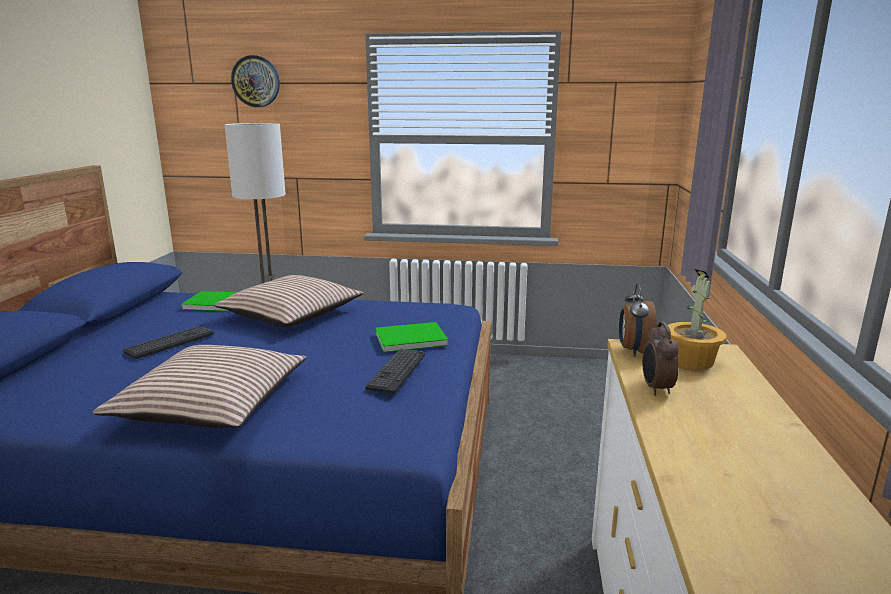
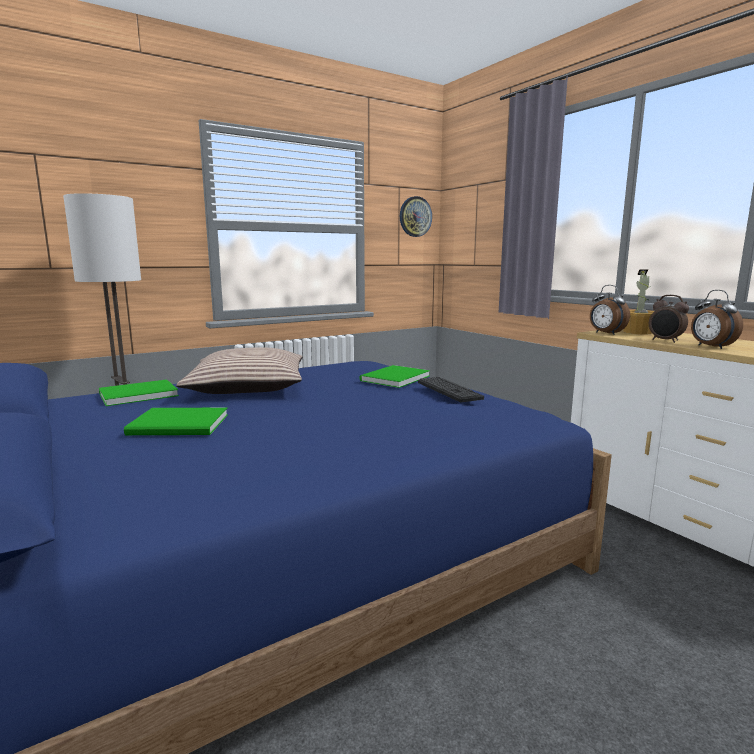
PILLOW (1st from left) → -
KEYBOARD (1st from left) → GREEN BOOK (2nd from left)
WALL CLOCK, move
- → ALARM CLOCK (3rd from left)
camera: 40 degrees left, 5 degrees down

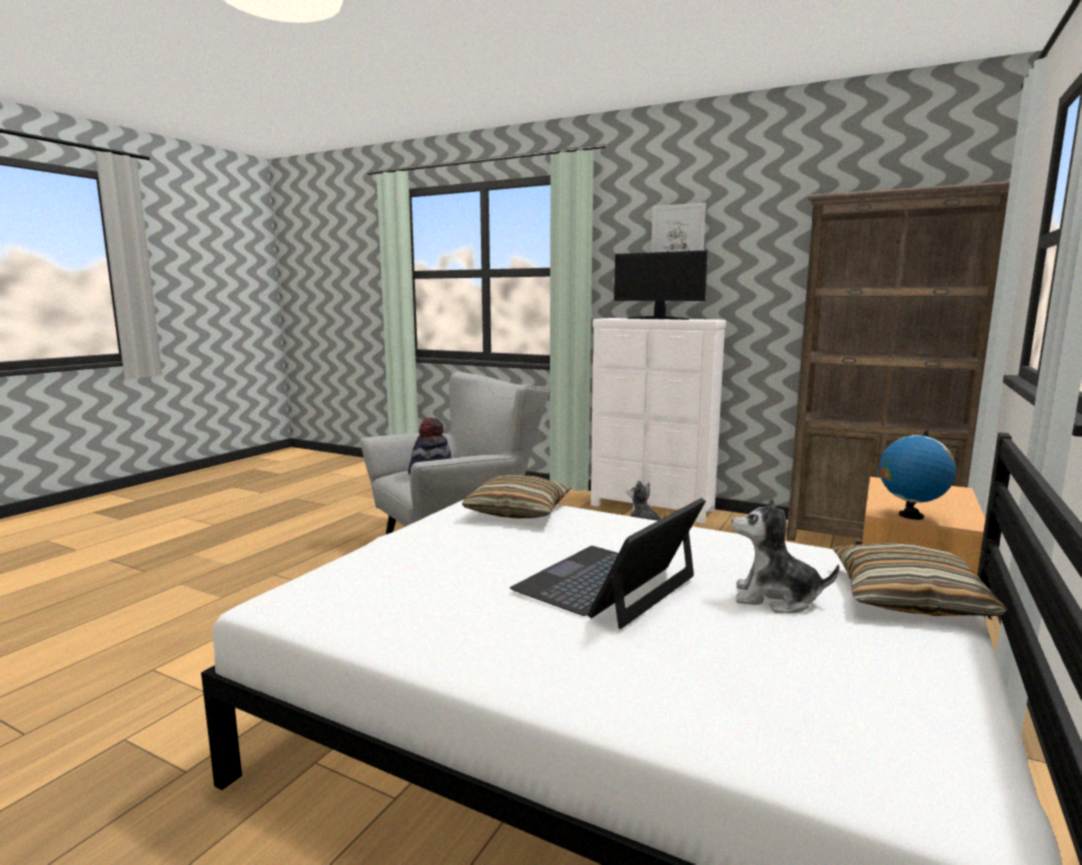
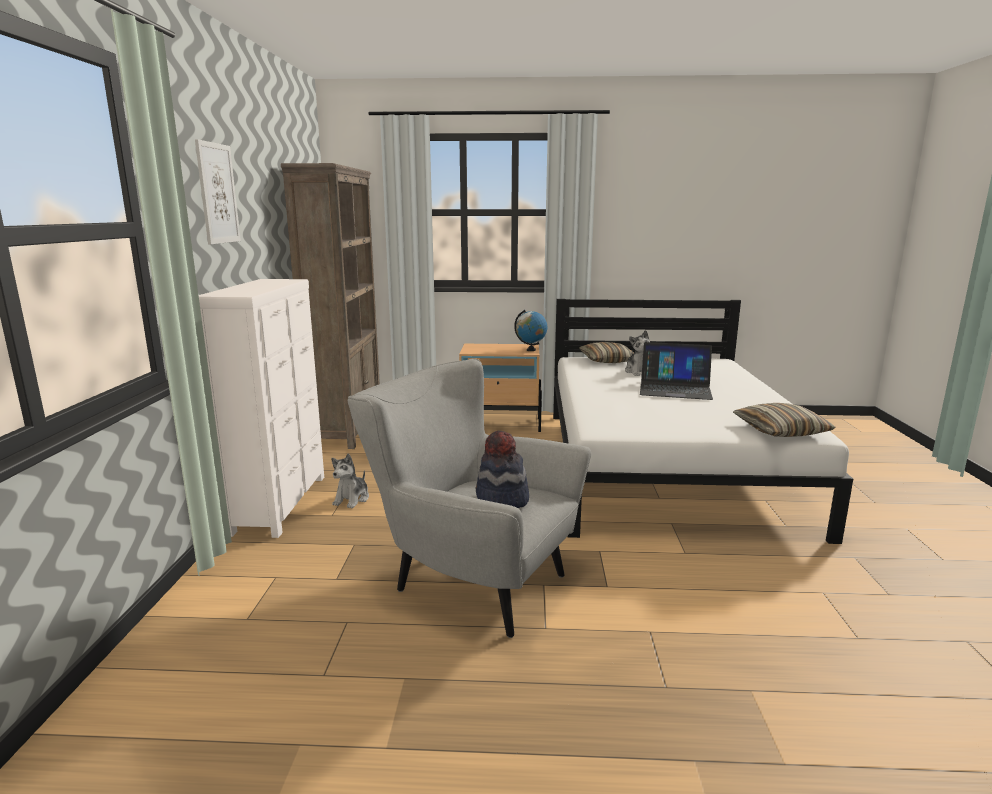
PILLOW (1st from left in the first image) → PILLOW (2nd from left), move
MONITOR → -
camera: 115 degrees left, 5 degrees up

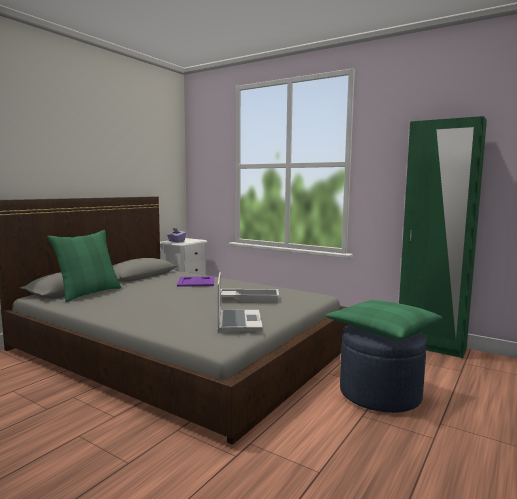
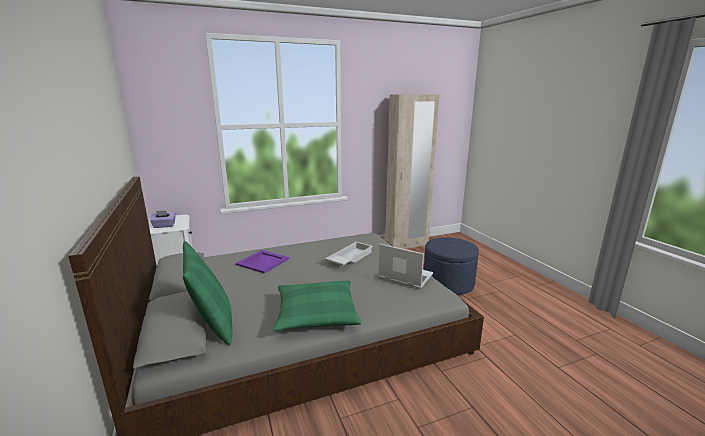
GREEN PILLOW (2nd from left), move
GREEN WARDROBE → BEIGE WARDROBE
camera: 55 degrees left, 10 degrees up

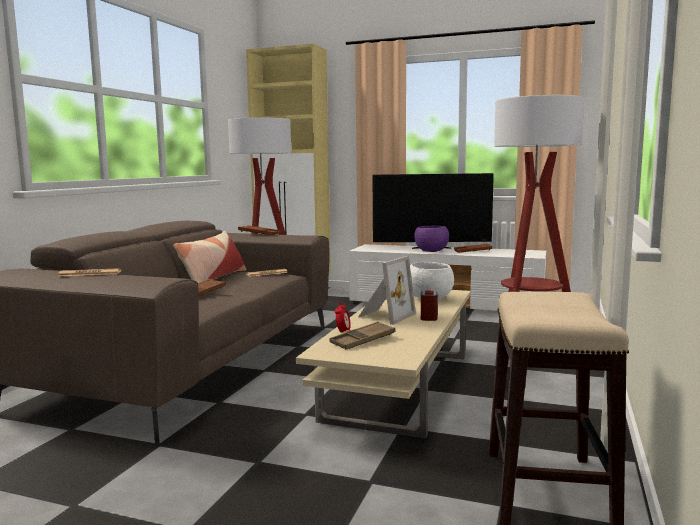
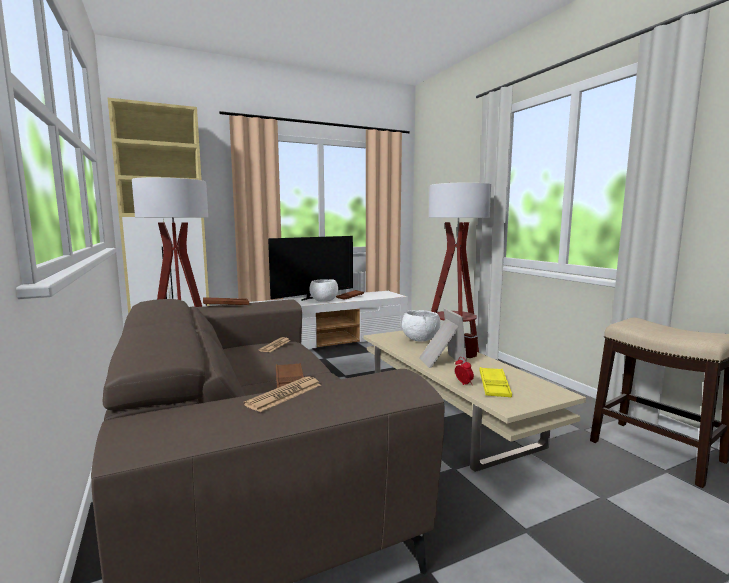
PILLOW → -
BROWN TRAY (3rd from left) → YELLOW TRAY
PURPLE BOWL → WHITE BOWL (1st from left)
camera: 45 degrees left, 0 degrees up

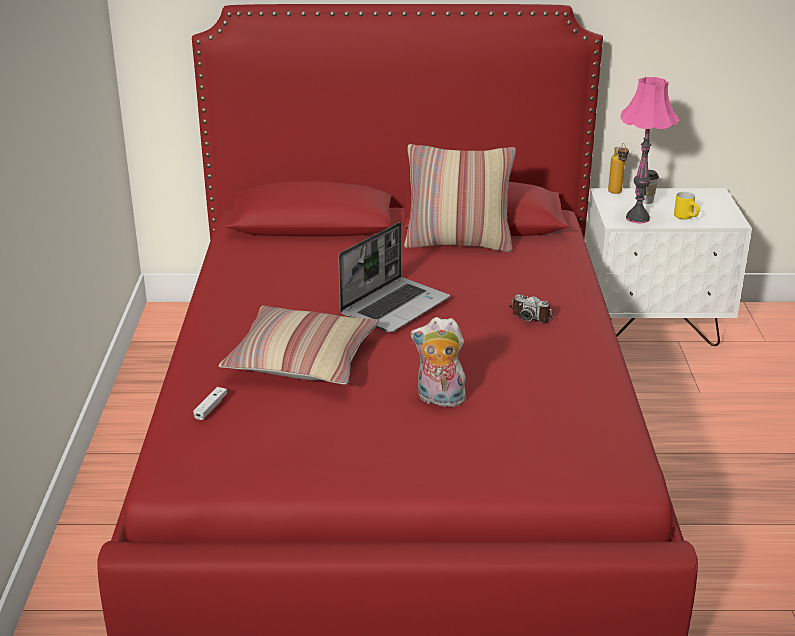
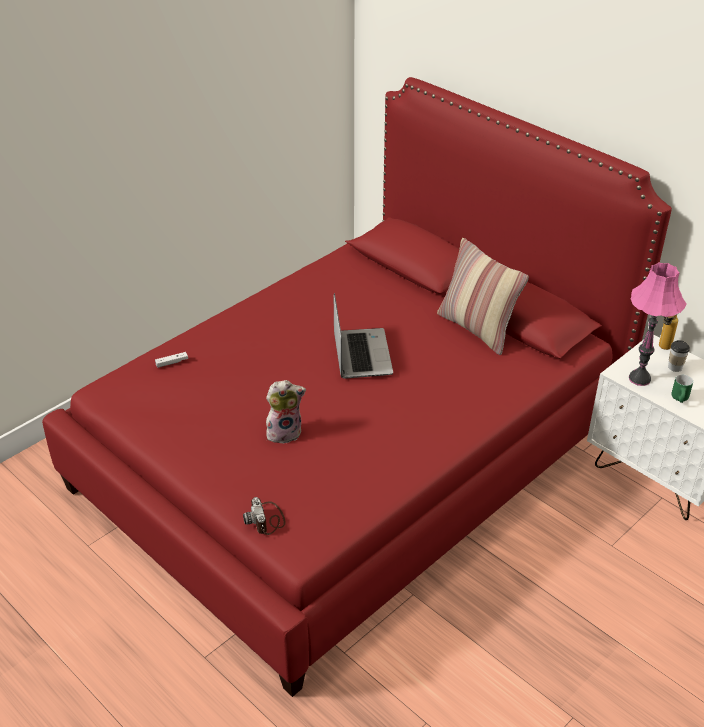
PILLOW (1st from left) → -
LAPTOP, 90 degrees counterclockwise
PLUSH TOY, 105 degrees clockwise
PHOTO CAMERA, move
YELLOW MUG → GREEN MUG
camera: 45 degrees right, 10 degrees up

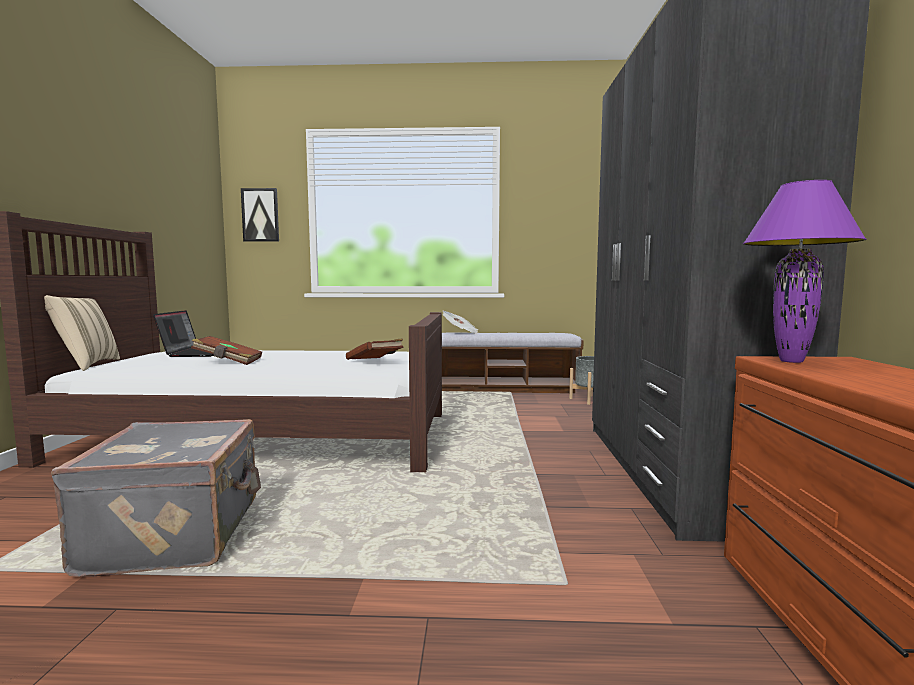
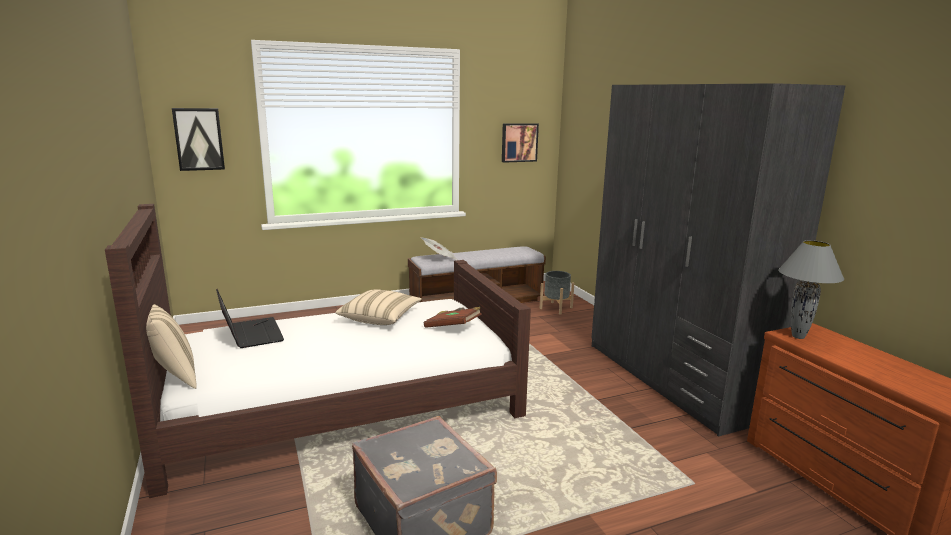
BROWN BOOK (1st from left) → -
PURPLE TABLE LAMP → GREY TABLE LAMP
- → BEIGE PILLOW (2nd from left)
- → PICTURE (2nd from left)
camera: 25 degrees left, 10 degrees up

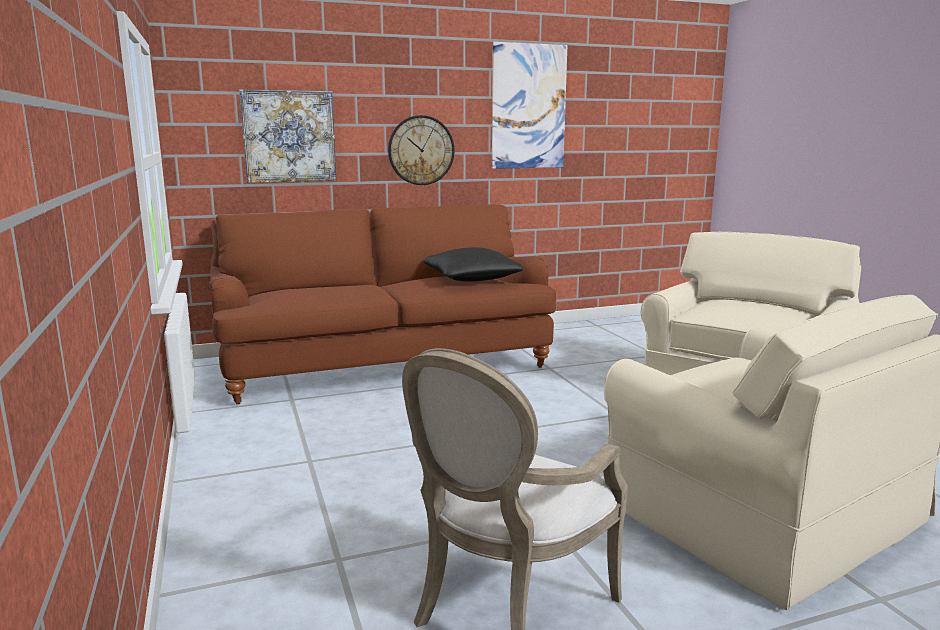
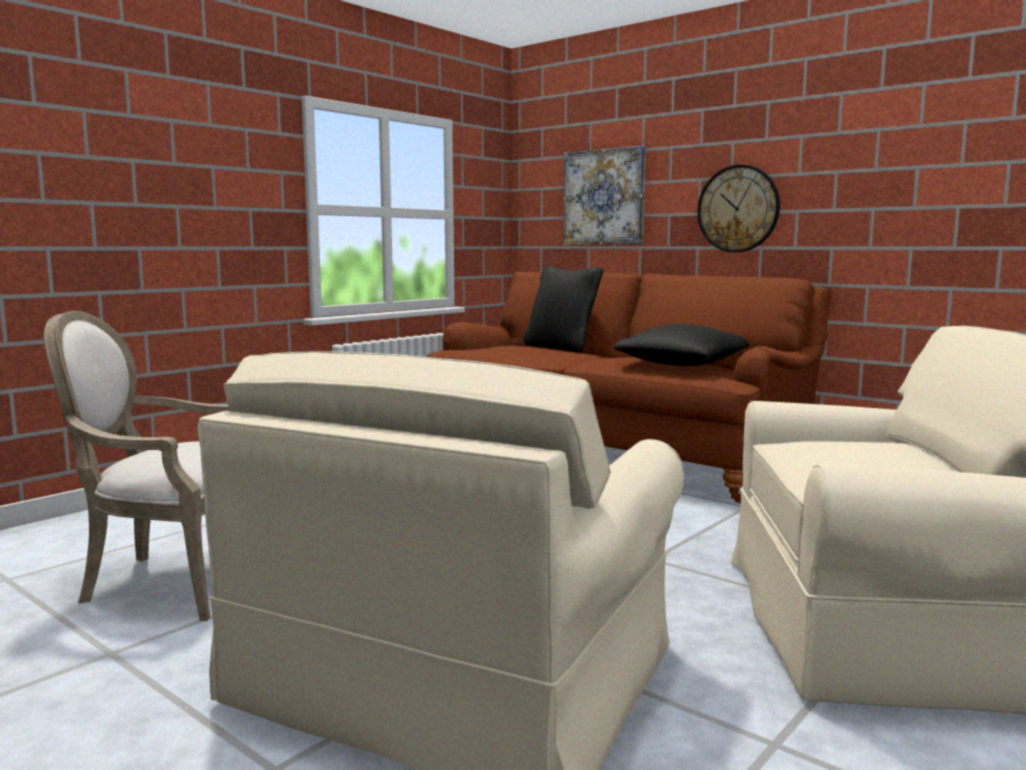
PICTURE (2nd from left) → -
- → BLACK PILLOW (1st from left)
camera: 60 degrees right, 5 degrees down

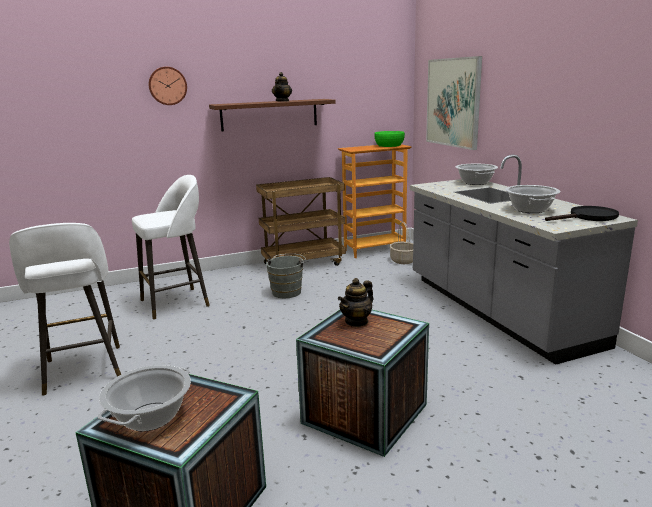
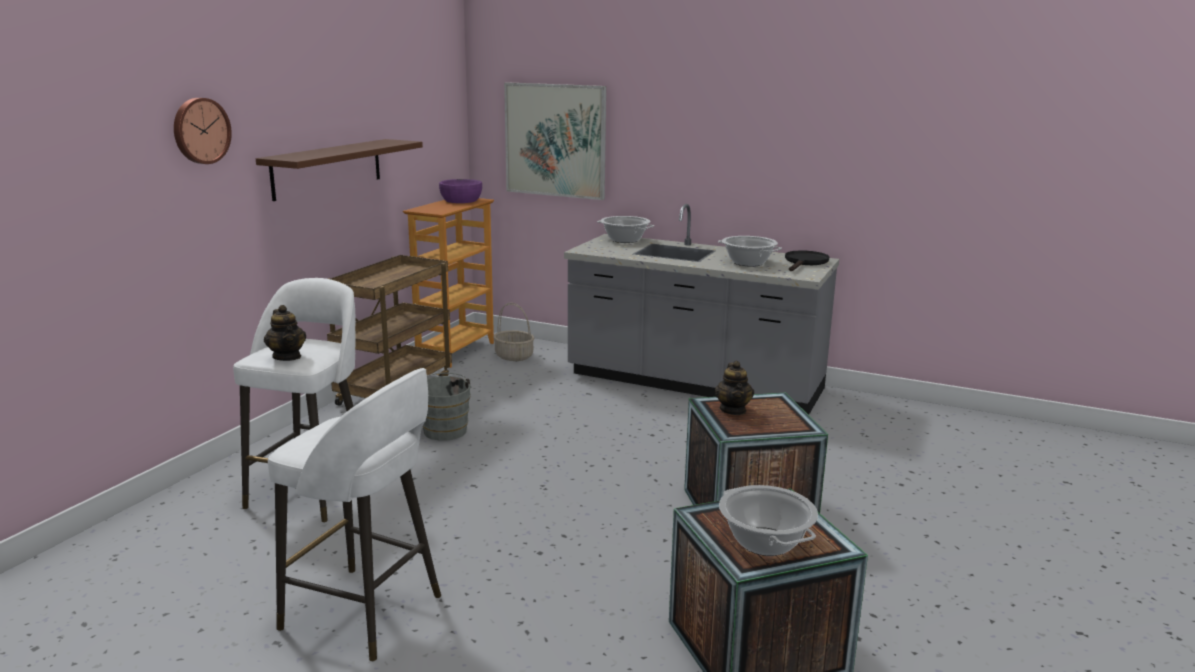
TEAPOT (1st from left), move
GREEN BOWL → PURPLE BOWL
camera: 45 degrees left, 0 degrees up

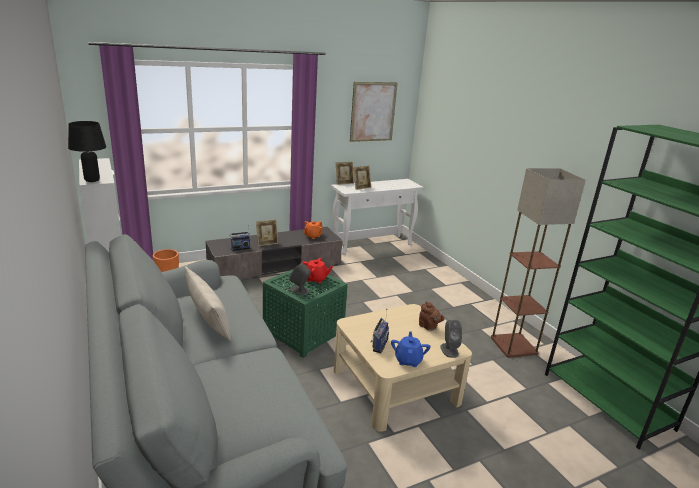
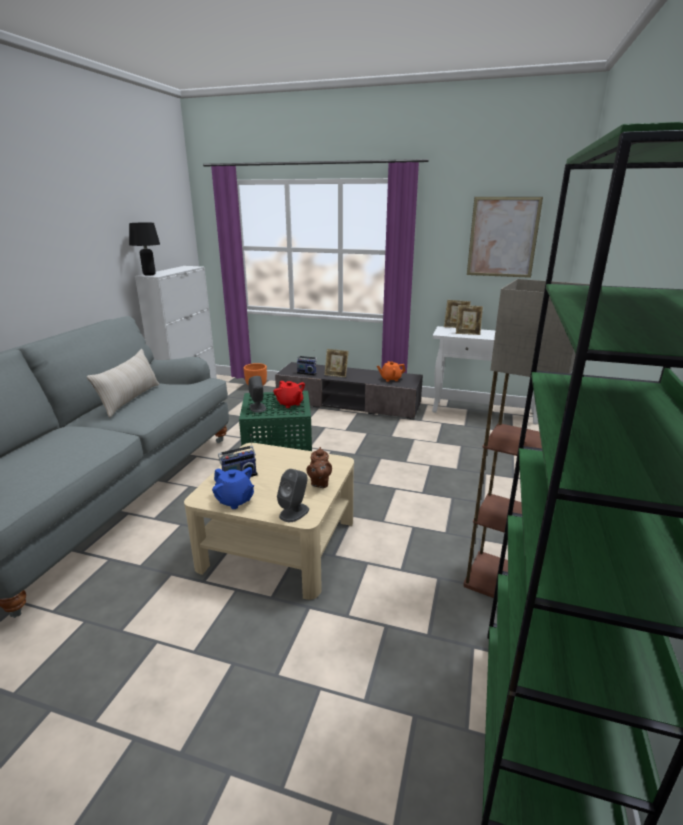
BLUE TEAPOT, 75 degrees clockwise
camera: 45 degrees right, 0 degrees up

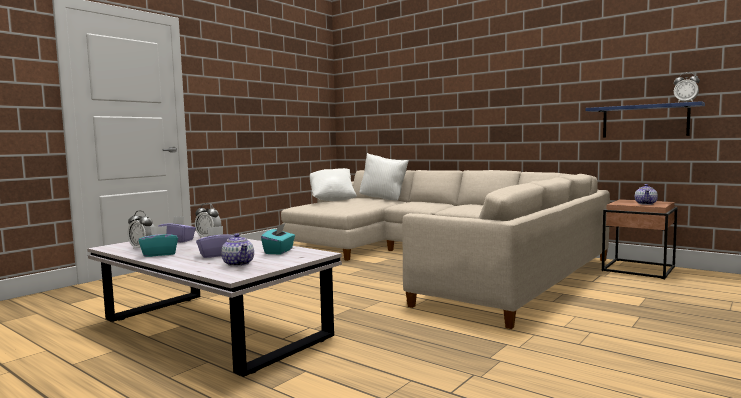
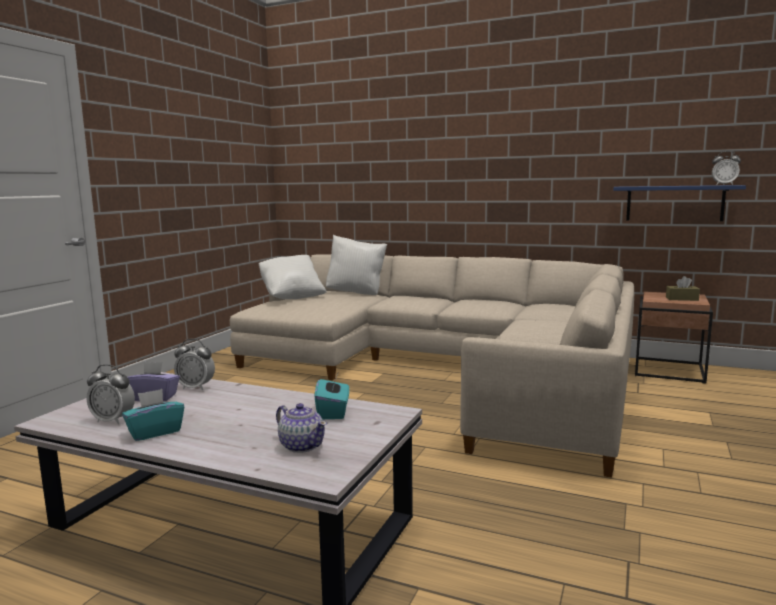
PURPLE TISSUE BOX (2nd from left) → -
TEAPOT (2nd from left) → BROWN TISSUE BOX
camera: 15 degrees left, 5 degrees up

